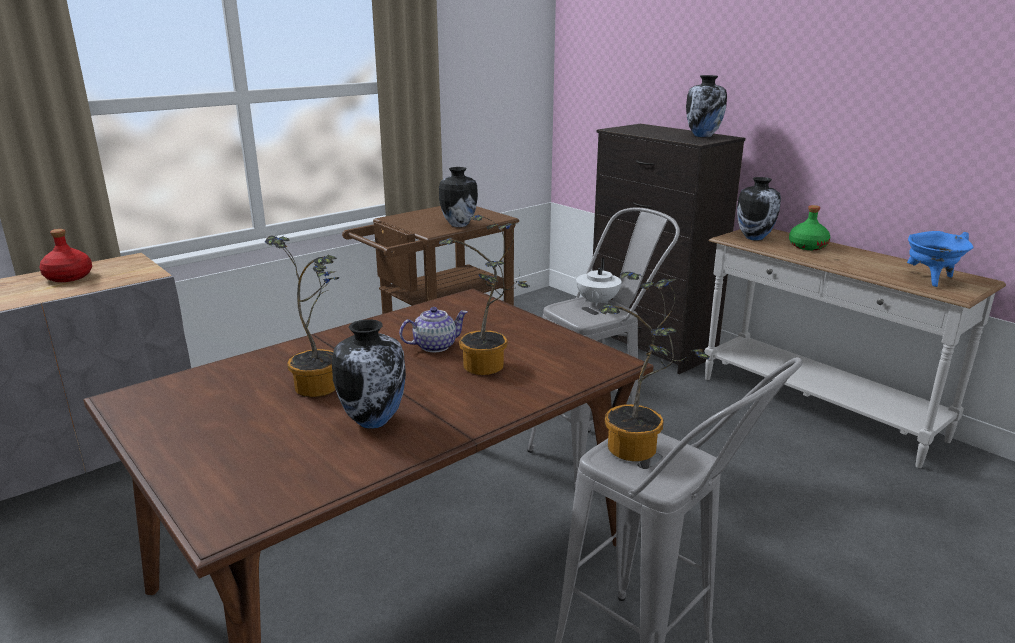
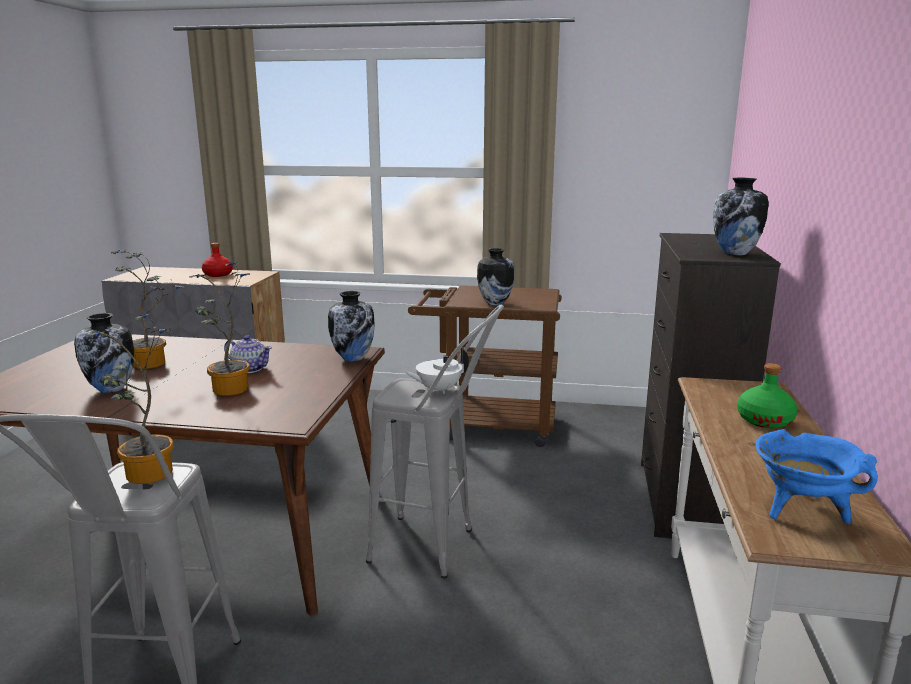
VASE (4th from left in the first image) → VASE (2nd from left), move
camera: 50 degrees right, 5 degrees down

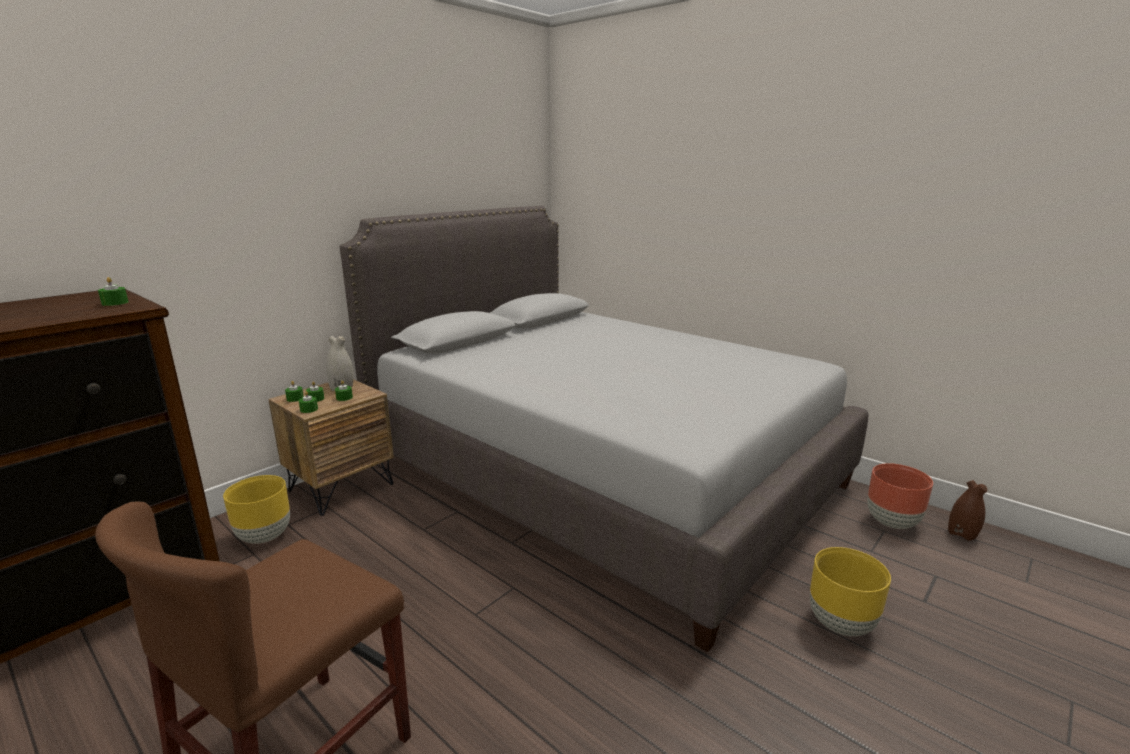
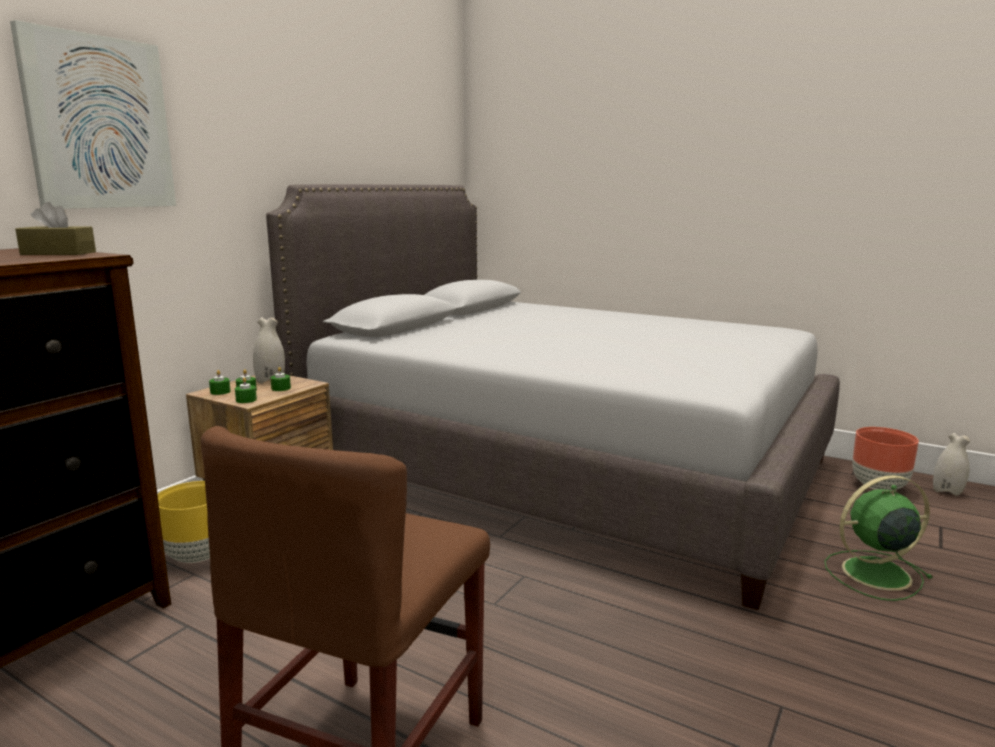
GREEN CANDLE (1st from left) → BROWN TISSUE BOX
YELLOW PLANTER (2nd from left) → GREEN FAN
BROWN VASE → WHITE VASE (2nd from left)
- → PICTURE
camera: 10 degrees left, 5 degrees down

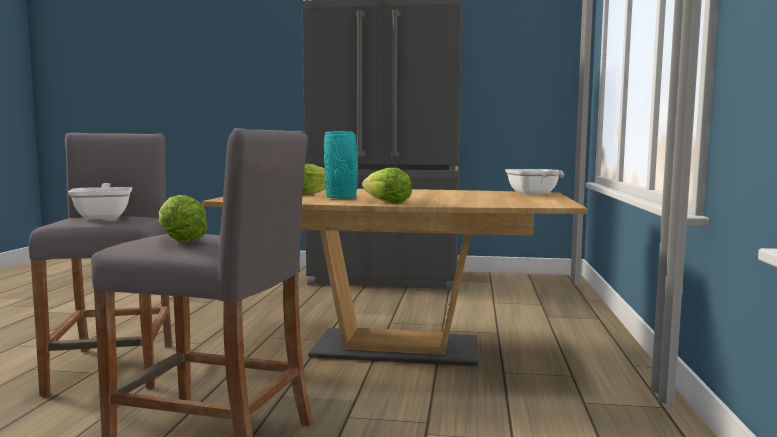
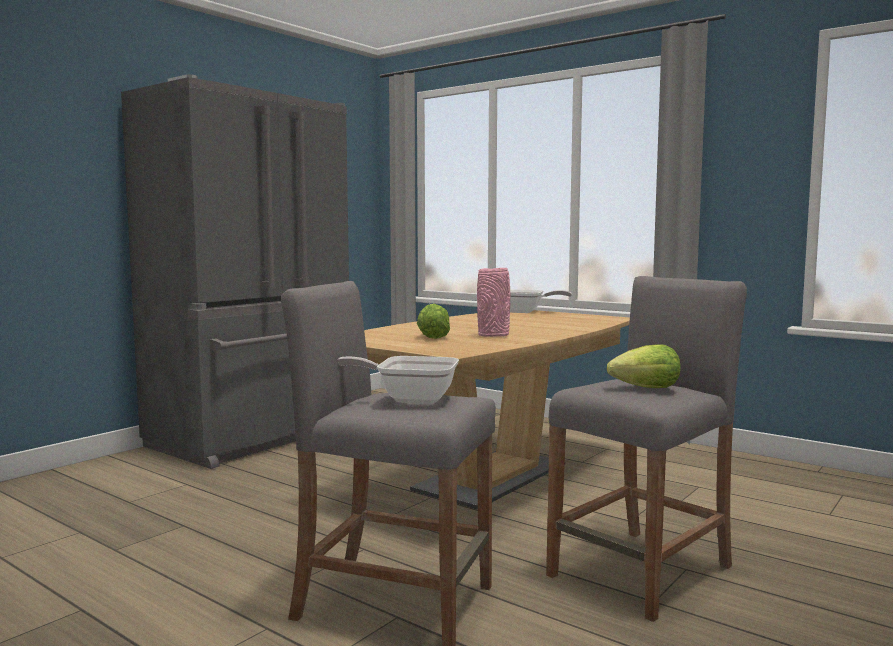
TURQUOISE VASE → PINK VASE
LETTUCE (3rd from left) → -
camera: 60 degrees left, 0 degrees up

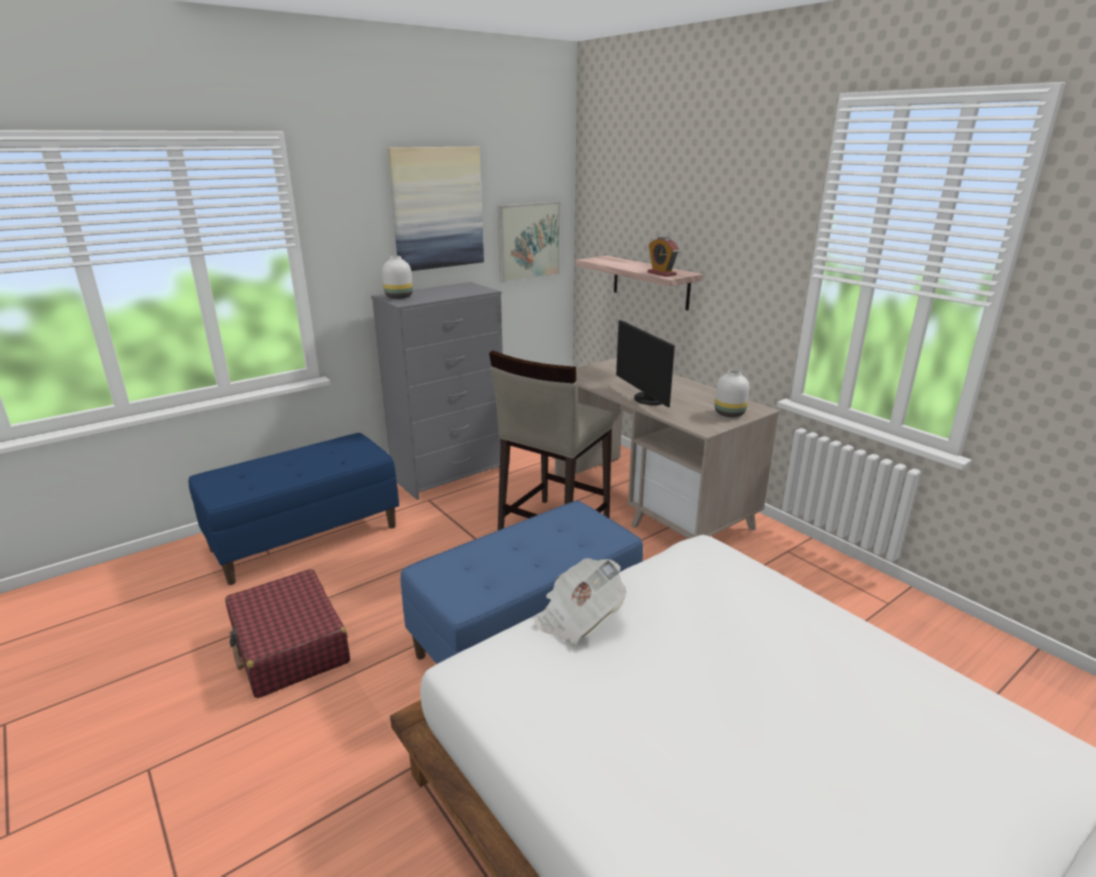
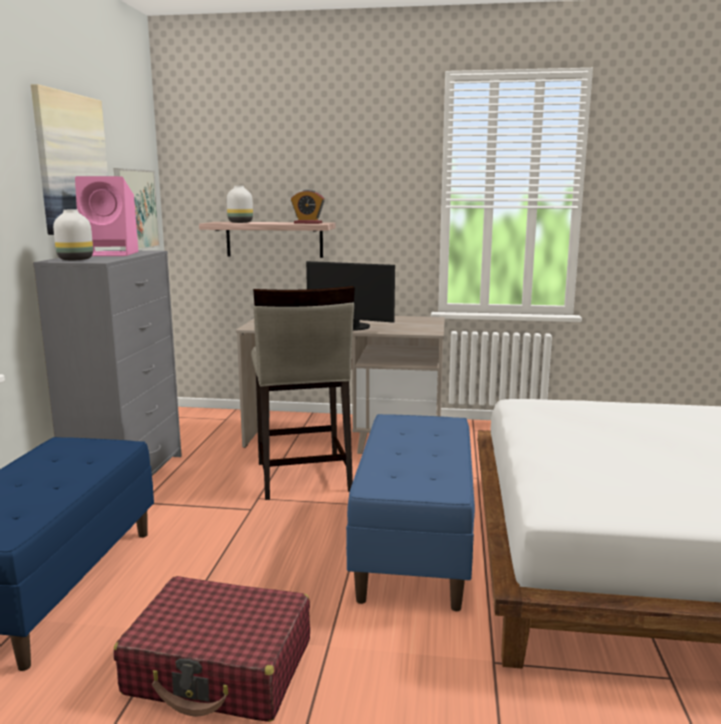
NEWSPAPER → -
WHITE VASE (2nd from left), move
- → PINK SPEAKER
camera: 45 degrees left, 10 degrees down

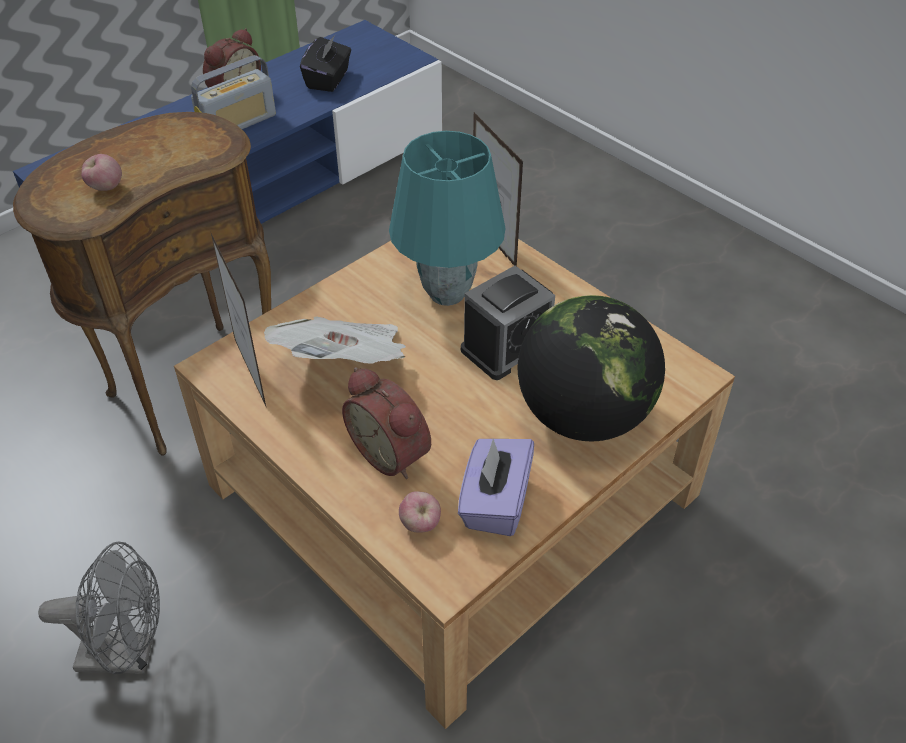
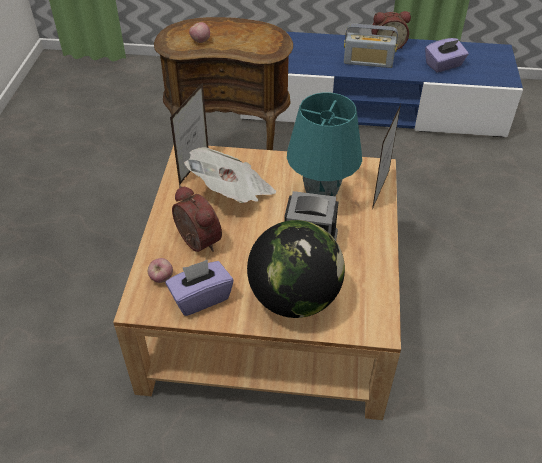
GREY FAN → -
BLACK TISSUE BOX → PURPLE TISSUE BOX (2nd from left)
ALARM CLOCK (2nd from left in the first image) → ALARM CLOCK (1st from left), 135 degrees clockwise
camera: 50 degrees right, 0 degrees up

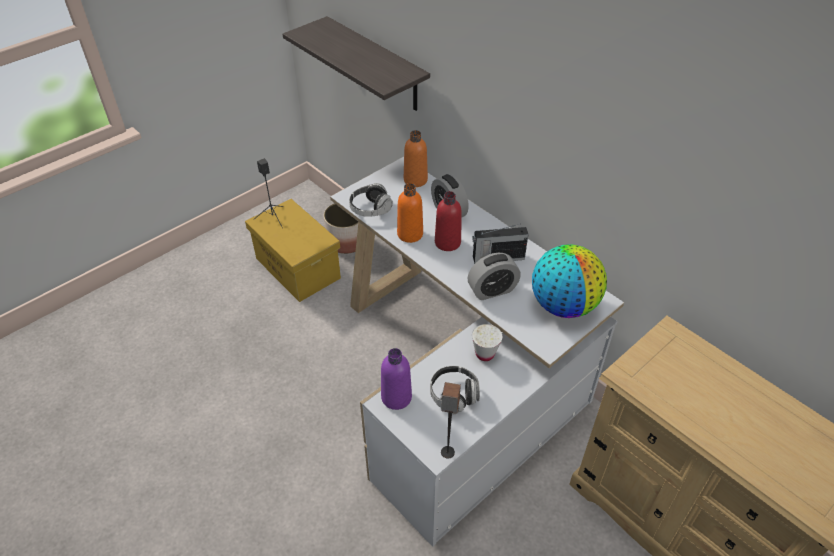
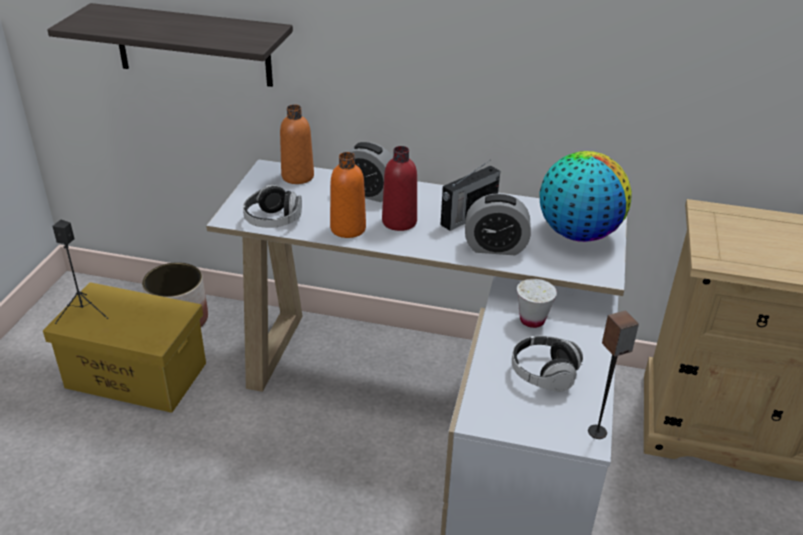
PURPLE BOTTLE → -
ALARM CLOCK (2nd from left), 60 degrees clockwise
camera: 35 degrees left, 10 degrees down

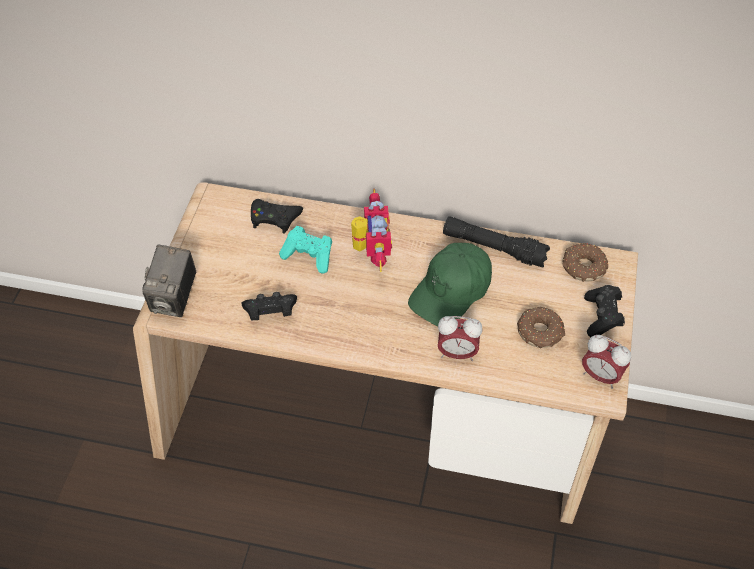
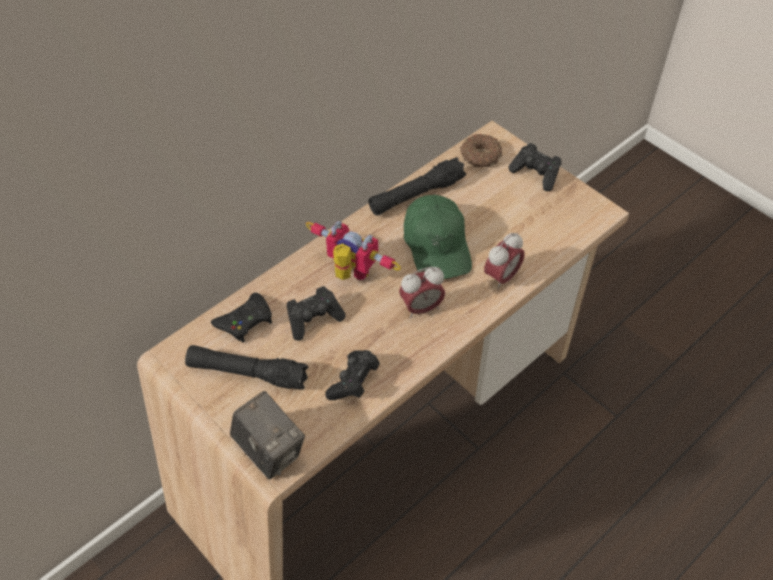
TURQUOISE GAME CONTROLLER → BLACK GAME CONTROLLER (2nd from left)
DONUT (1st from left) → -
ALARM CLOCK (2nd from left in the first image) → ALARM CLOCK (1st from left), move
- → BLACK FLASHLIGHT (1st from left)
camera: 55 degrees left, 0 degrees up

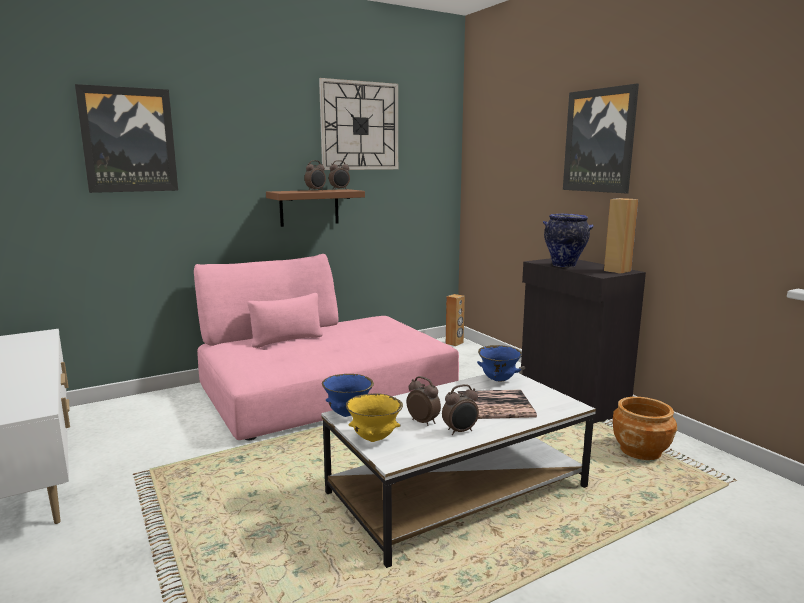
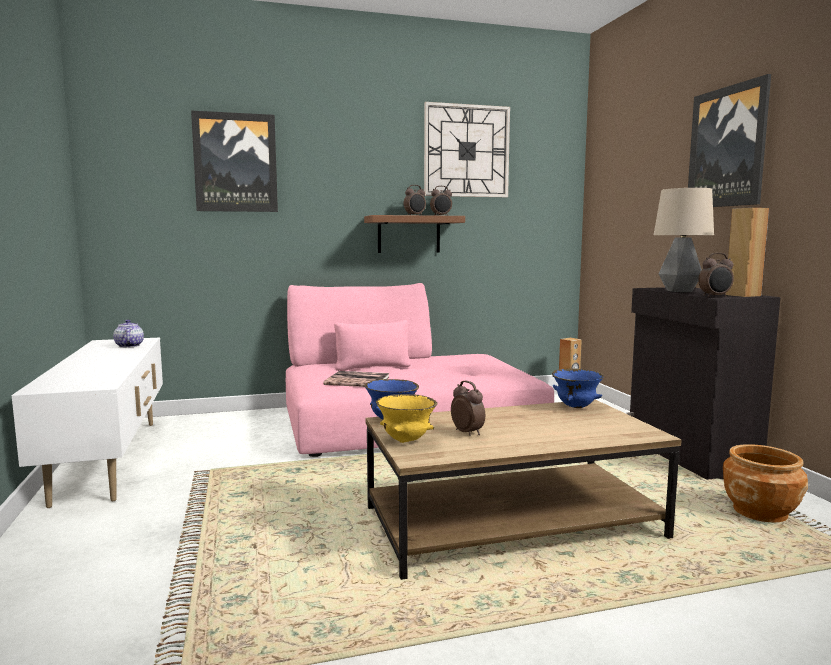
WHITE COFFEE TABLE → BROWN COFFEE TABLE
ALARM CLOCK (4th from left), move
BOOK, move
VASE → TABLE LAMP
- → TEAPOT
camera: 15 degrees right, 5 degrees down

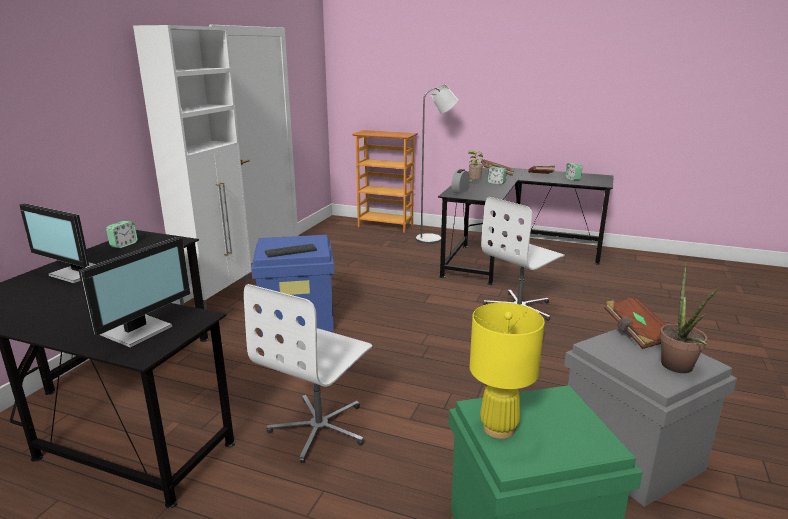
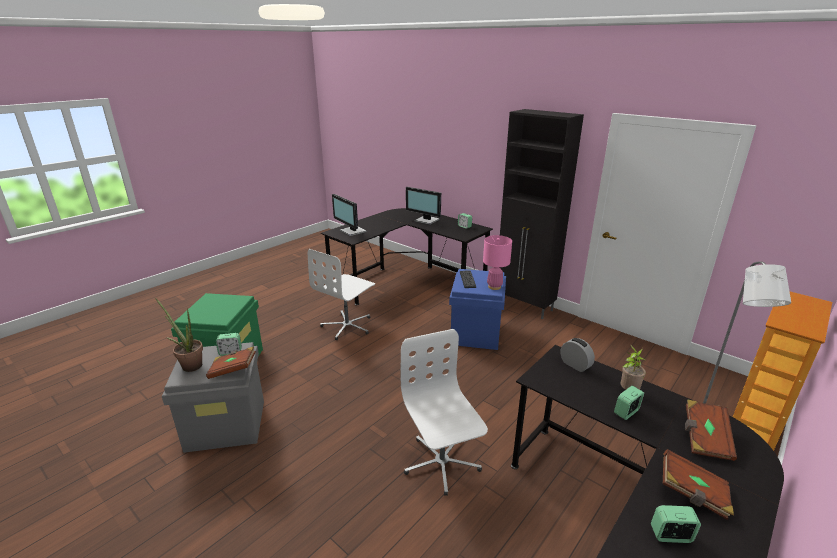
MONITOR (1st from left in the first image) → MONITOR (2nd from left), 105 degrees counterclockwise
WHITE CABINET → BLACK CABINET
WHITE OFFICE CHAIR (1st from left), 105 degrees counterclockwise
YELLOW TABLE LAMP → -
- → ALARM CLOCK (1st from left)
- → PINK TABLE LAMP
camera: 110 degrees right, 5 degrees up

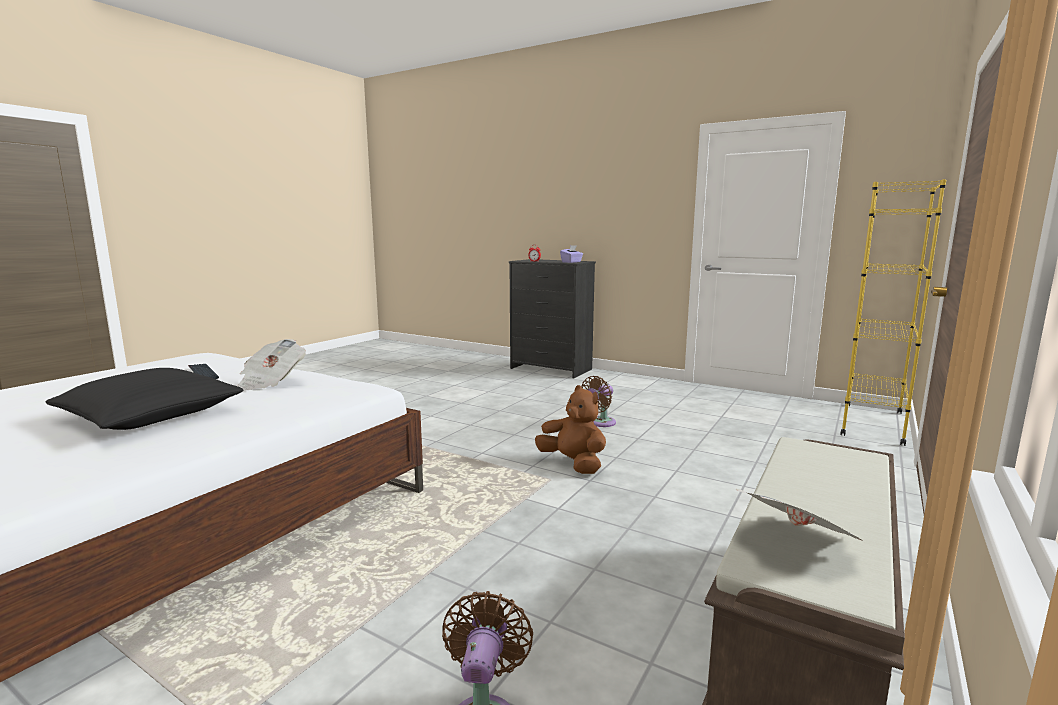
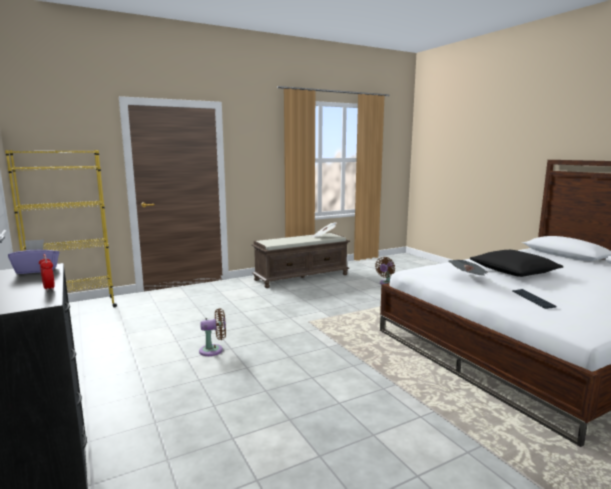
BROWN PLUSH TOY → -
camera: 150 degrees left, 0 degrees up

